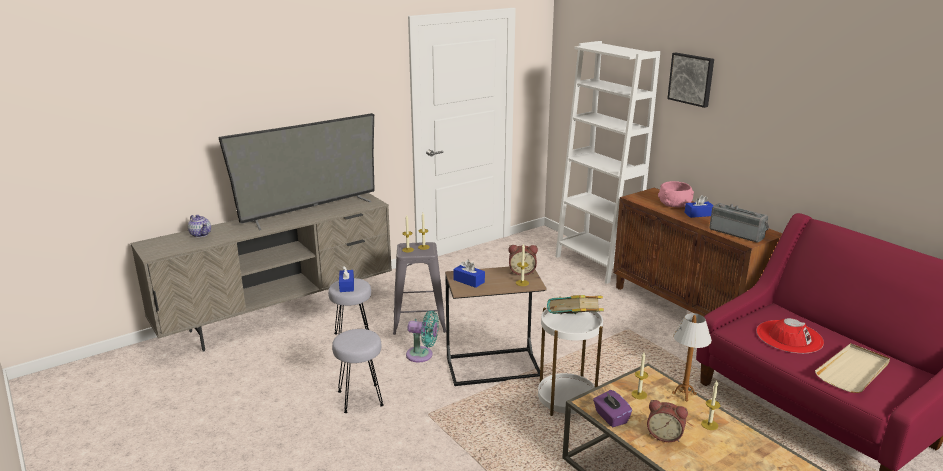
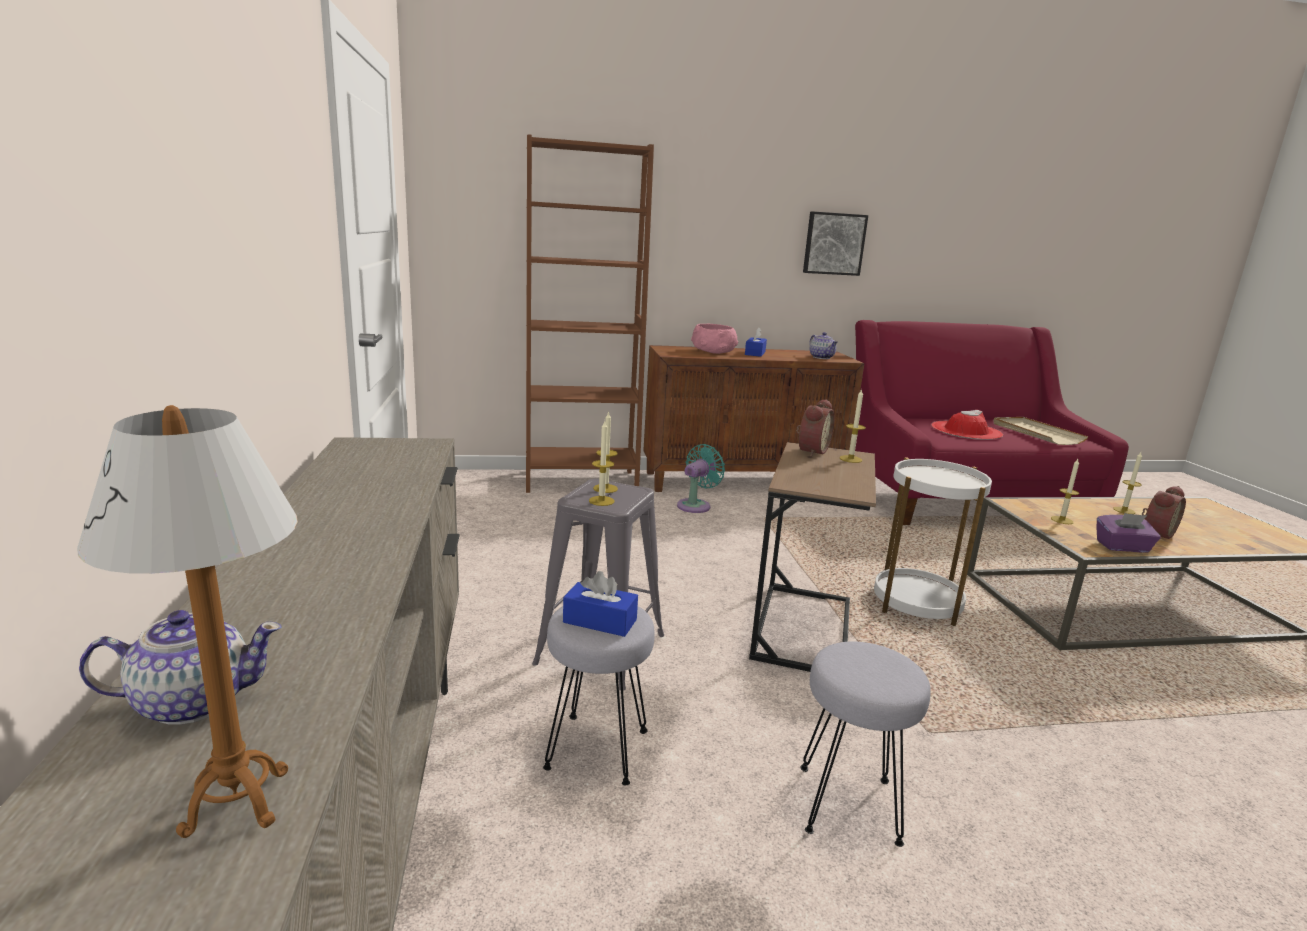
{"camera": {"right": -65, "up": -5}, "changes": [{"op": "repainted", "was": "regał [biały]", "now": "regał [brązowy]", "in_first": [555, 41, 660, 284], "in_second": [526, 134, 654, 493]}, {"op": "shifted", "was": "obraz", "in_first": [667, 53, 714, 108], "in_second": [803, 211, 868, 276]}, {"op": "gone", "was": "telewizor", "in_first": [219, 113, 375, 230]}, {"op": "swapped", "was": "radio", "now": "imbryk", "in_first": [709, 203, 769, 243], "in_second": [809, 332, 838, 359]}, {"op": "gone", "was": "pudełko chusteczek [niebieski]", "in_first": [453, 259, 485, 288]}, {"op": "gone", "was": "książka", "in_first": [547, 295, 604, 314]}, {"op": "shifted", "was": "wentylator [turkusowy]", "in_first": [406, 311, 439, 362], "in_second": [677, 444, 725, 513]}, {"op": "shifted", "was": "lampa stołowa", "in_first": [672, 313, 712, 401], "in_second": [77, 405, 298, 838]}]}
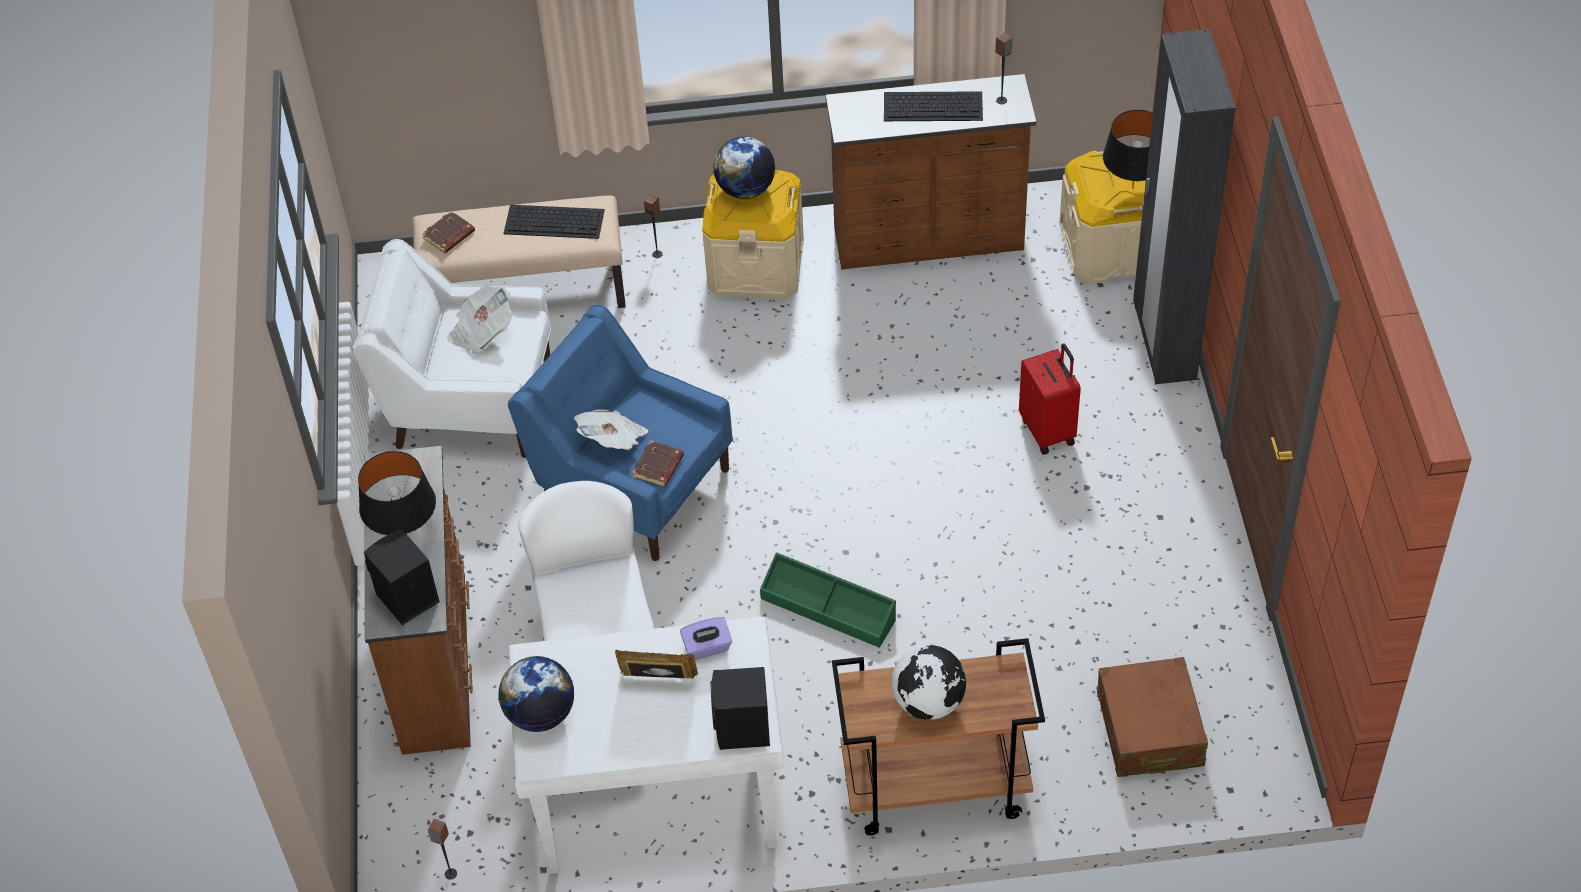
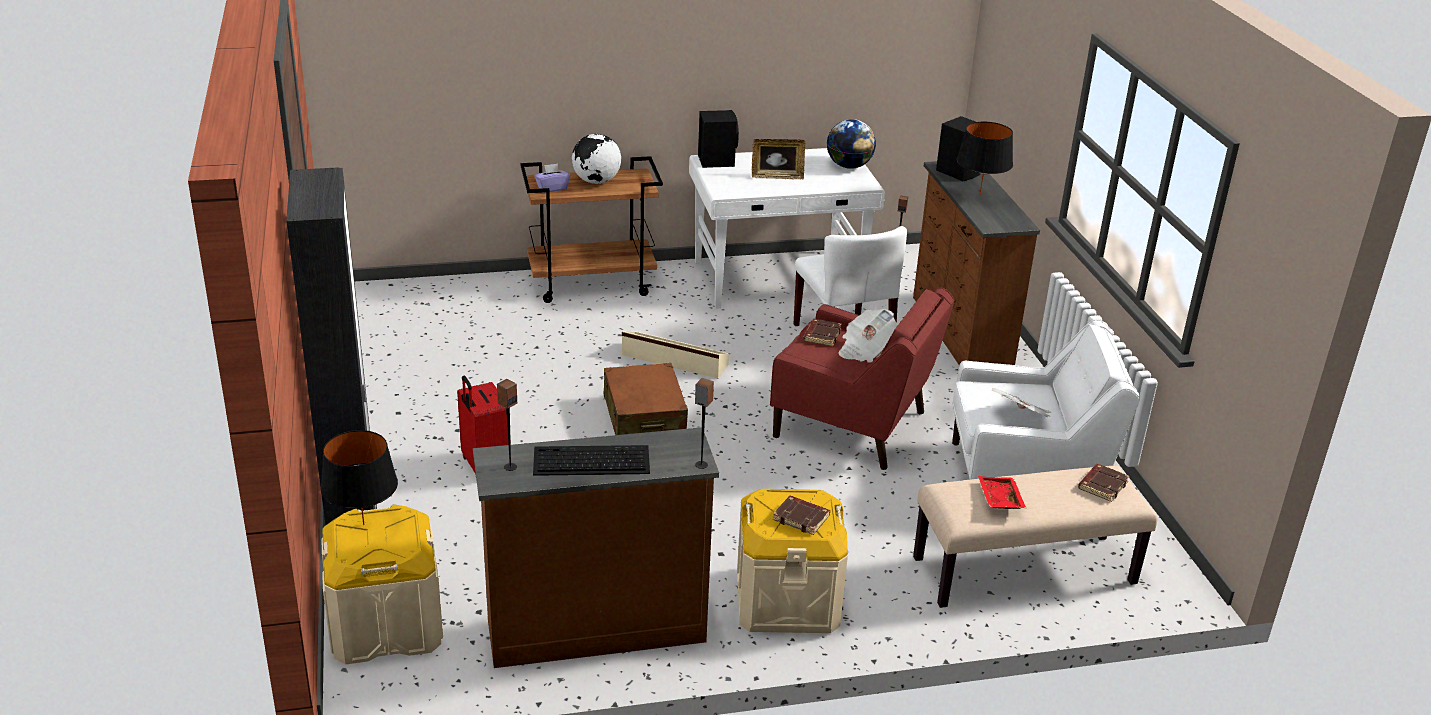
{"camera": {"right": 170, "up": -20}, "changes": [{"op": "swapped", "was": "globus", "now": "książka [brązowy]", "in_first": [713, 137, 775, 199], "in_second": [773, 495, 830, 535]}, {"op": "shifted", "was": "głośnik", "in_first": [644, 194, 663, 258], "in_second": [695, 378, 714, 469]}, {"op": "swapped", "was": "klawiatura", "now": "taca [czerwony]", "in_first": [503, 205, 605, 239], "in_second": [978, 476, 1026, 509]}, {"op": "repainted", "was": "fotel [niebieski]", "now": "fotel [czerwony]", "in_first": [508, 305, 733, 561], "in_second": [770, 288, 954, 470]}, {"op": "repainted", "was": "pojemnik do przechowywania [zielony]", "now": "pojemnik do przechowywania [beżowy]", "in_first": [760, 552, 896, 648], "in_second": [622, 331, 729, 378]}, {"op": "shifted", "was": "pudełko chusteczek [fioletowy]", "in_first": [680, 617, 732, 660], "in_second": [534, 163, 570, 193]}, {"op": "shifted", "was": "walizka [brązowy]", "in_first": [1097, 657, 1208, 777], "in_second": [604, 363, 688, 435]}]}
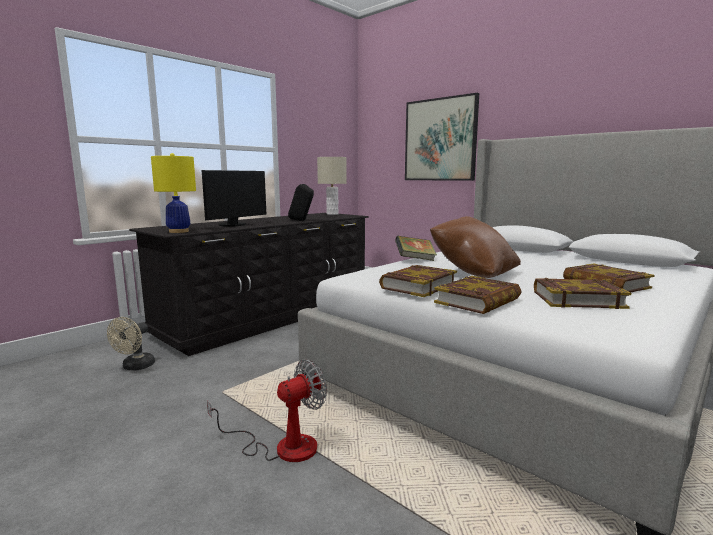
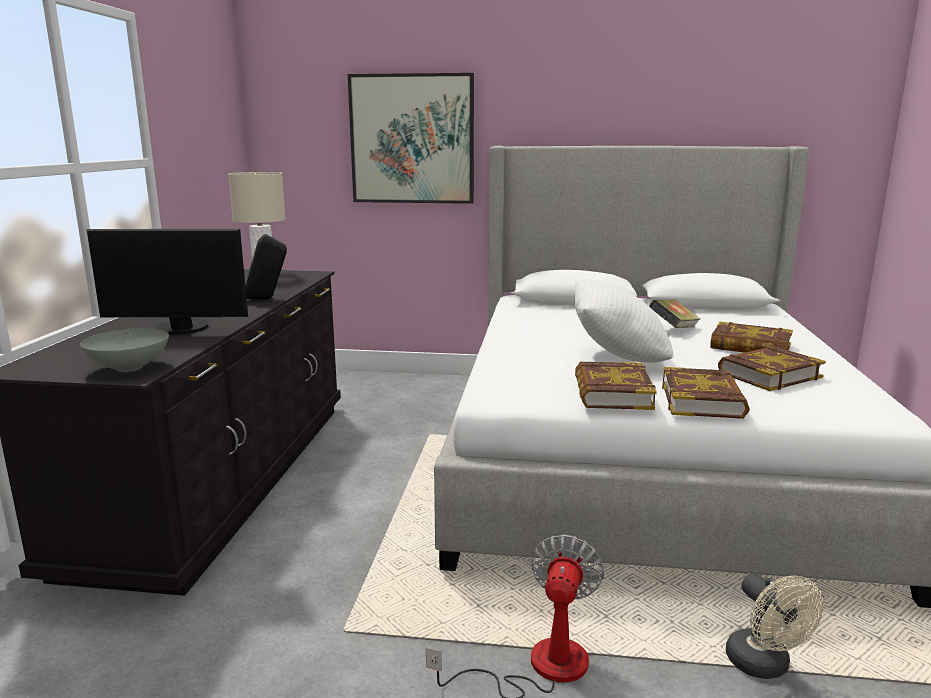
{"camera": {"right": -35, "up": 5}, "changes": [{"op": "swapped", "was": "lampa stołowa [żółty]", "now": "miska [szary]", "in_first": [151, 153, 196, 233], "in_second": [80, 328, 169, 372]}, {"op": "rotated", "was": "monitor", "in_first": [202, 170, 266, 226], "in_second": [87, 229, 248, 335], "clockwise": 90}, {"op": "repainted", "was": "poduszka [brązowy]", "now": "poduszka [biały]", "in_first": [430, 216, 521, 278], "in_second": [574, 279, 673, 363]}, {"op": "shifted", "was": "książka", "in_first": [395, 235, 437, 261], "in_second": [649, 300, 701, 328]}, {"op": "shifted", "was": "wentylator [beżowy]", "in_first": [107, 317, 155, 370], "in_second": [726, 573, 824, 679]}]}
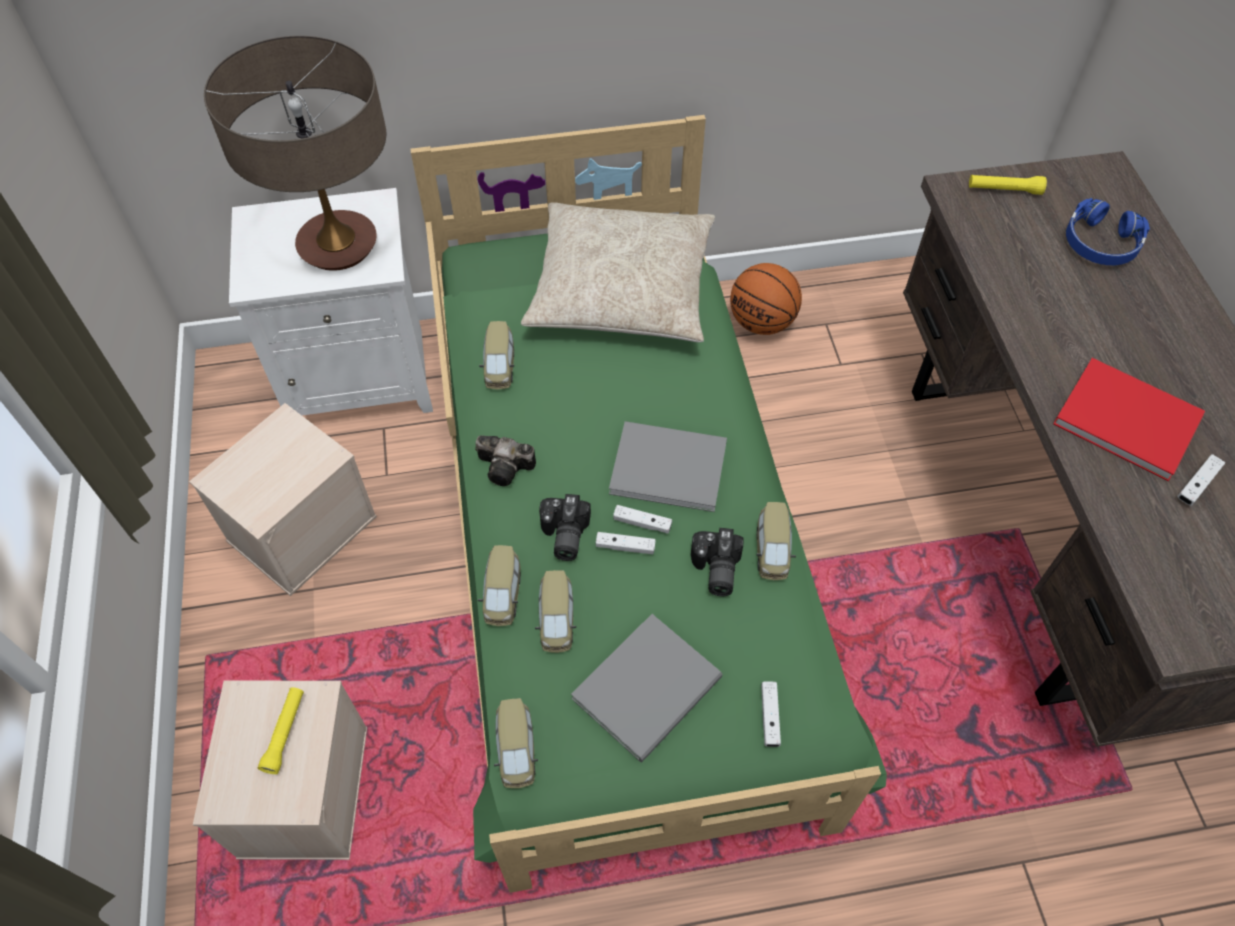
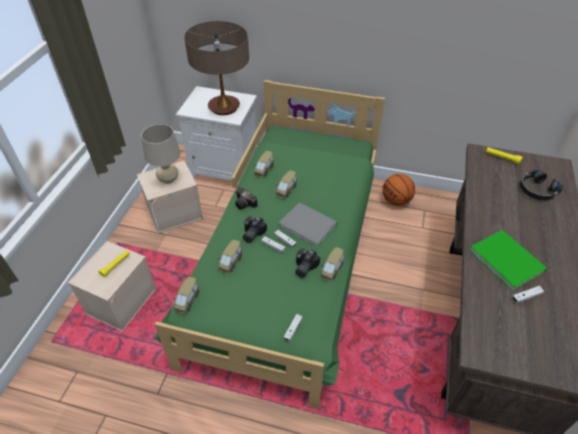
{"camera": {"right": 25, "up": -10}, "changes": [{"op": "repainted", "was": "słuchawki [niebieski]", "now": "słuchawki [czarny]", "in_first": [1066, 198, 1150, 265], "in_second": [520, 170, 563, 201]}, {"op": "gone", "was": "poduszka [beżowy]", "in_first": [521, 202, 715, 342]}, {"op": "repainted", "was": "książka [czerwony]", "now": "książka [zielony]", "in_first": [1053, 358, 1205, 481], "in_second": [470, 230, 547, 291]}, {"op": "shifted", "was": "samochodzik", "in_first": [478, 545, 521, 626], "in_second": [276, 170, 297, 198]}, {"op": "gone", "was": "książka [szary]", "in_first": [571, 614, 722, 762]}, {"op": "new", "now": "lampa stołowa [beżowy]", "in_second": [141, 124, 181, 184]}]}
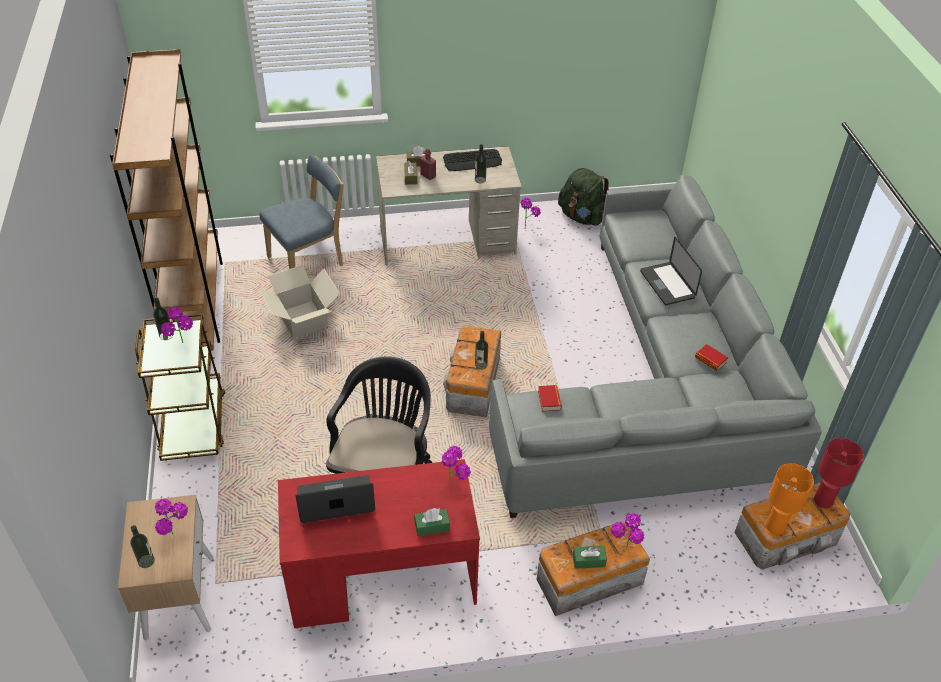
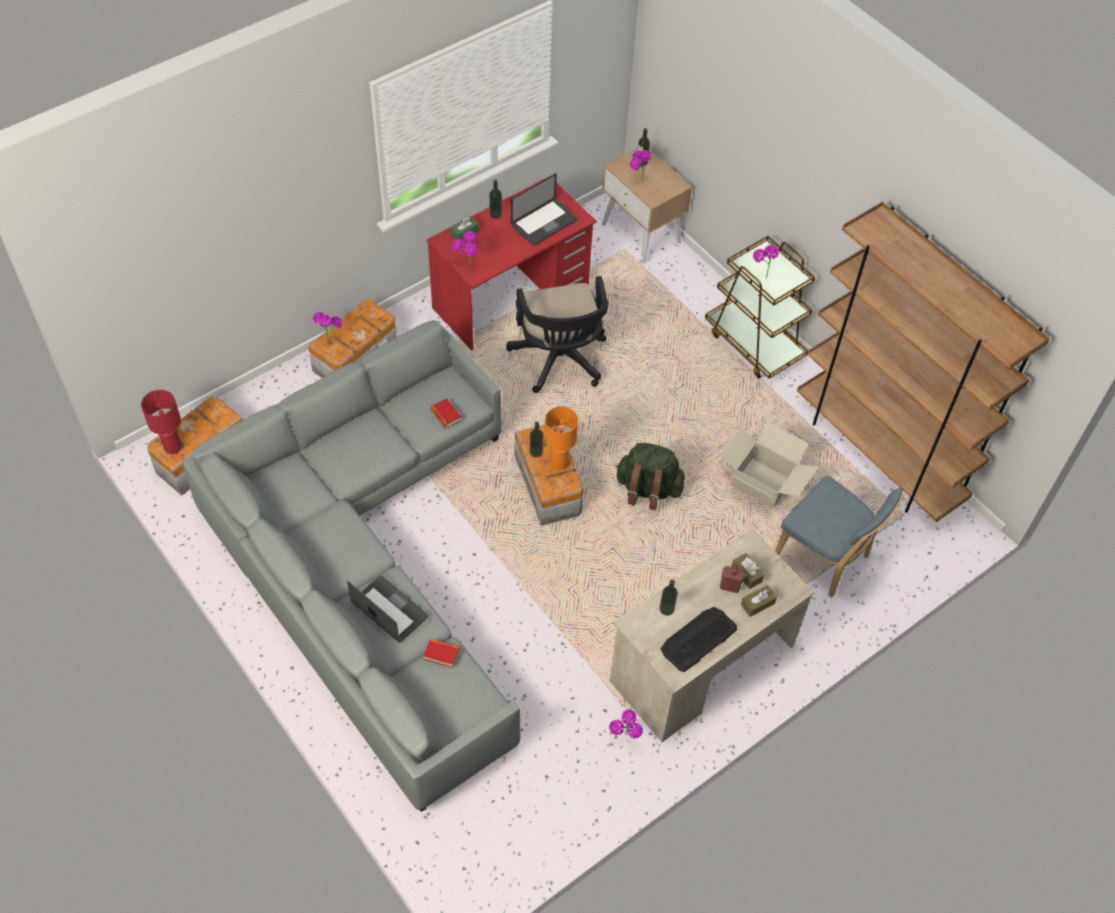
{"camera": {"right": 150, "up": 10}, "changes": [{"op": "rotated", "was": "krzesło [niebieski]", "in_first": [260, 154, 344, 269], "in_second": [775, 476, 906, 598], "clockwise": -75}, {"op": "shifted", "was": "plecak [zielony]", "in_first": [558, 168, 609, 226], "in_second": [616, 443, 685, 510]}, {"op": "shifted", "was": "butelka", "in_first": [153, 297, 173, 340], "in_second": [489, 180, 502, 219]}, {"op": "shifted", "was": "książka", "in_first": [695, 344, 728, 371], "in_second": [424, 639, 460, 668]}, {"op": "shifted", "was": "lampa stołowa [pomarańczowy]", "in_first": [766, 463, 814, 535], "in_second": [544, 406, 578, 470]}, {"op": "gone", "was": "pudełko chusteczek [zielony]", "in_first": [573, 546, 607, 569]}]}
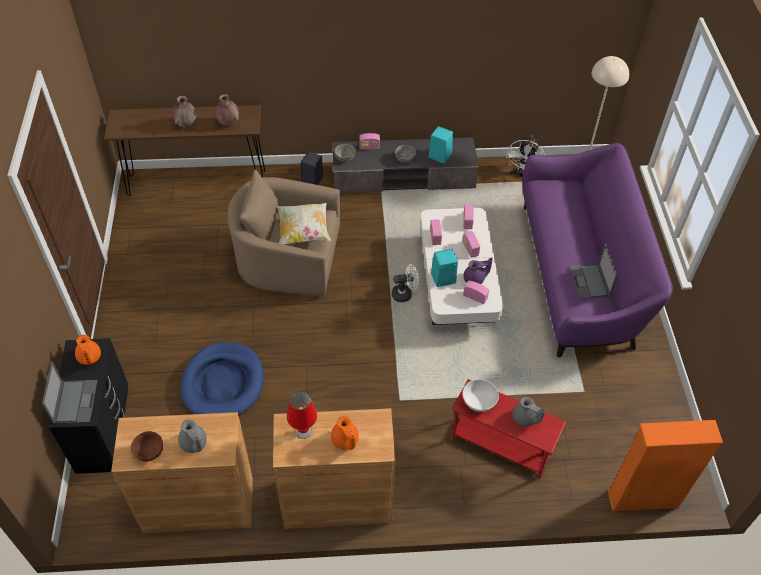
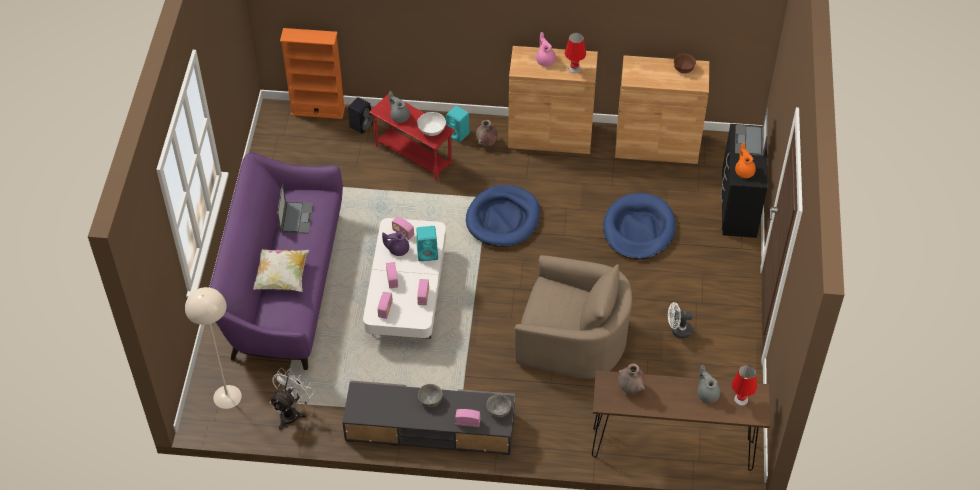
{"camera": {"right": -170, "up": 0}, "changes": [{"op": "shifted", "was": "wazon [brązowy]", "in_first": [172, 96, 196, 128], "in_second": [476, 120, 498, 146]}, {"op": "shifted", "was": "głośnik [turkusowy]", "in_first": [429, 126, 453, 164], "in_second": [446, 106, 470, 142]}, {"op": "shifted", "was": "głośnik [czarny]", "in_first": [300, 152, 323, 185], "in_second": [348, 97, 373, 134]}, {"op": "shifted", "was": "poduszka", "in_first": [277, 203, 331, 244], "in_second": [253, 249, 309, 292]}, {"op": "shifted", "was": "wentylator [biały]", "in_first": [392, 264, 419, 302], "in_second": [668, 302, 693, 339]}, {"op": "repainted", "was": "imbryk [pomarańczowy]", "now": "imbryk [różowy]", "in_first": [331, 416, 359, 450], "in_second": [536, 32, 556, 67]}, {"op": "shifted", "was": "imbryk [szary]", "in_first": [178, 420, 207, 453], "in_second": [697, 365, 720, 403]}, {"op": "new", "now": "legowisko [niebieski]", "in_second": [466, 185, 540, 247]}, {"op": "new", "now": "lampa stołowa [czerwony]", "in_second": [732, 365, 757, 406]}]}
